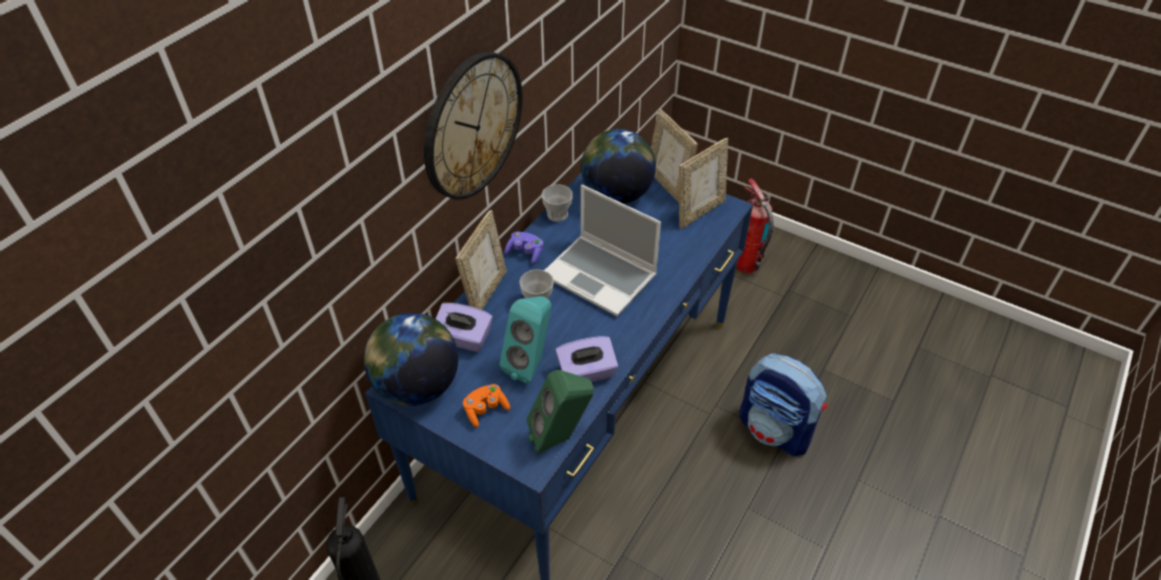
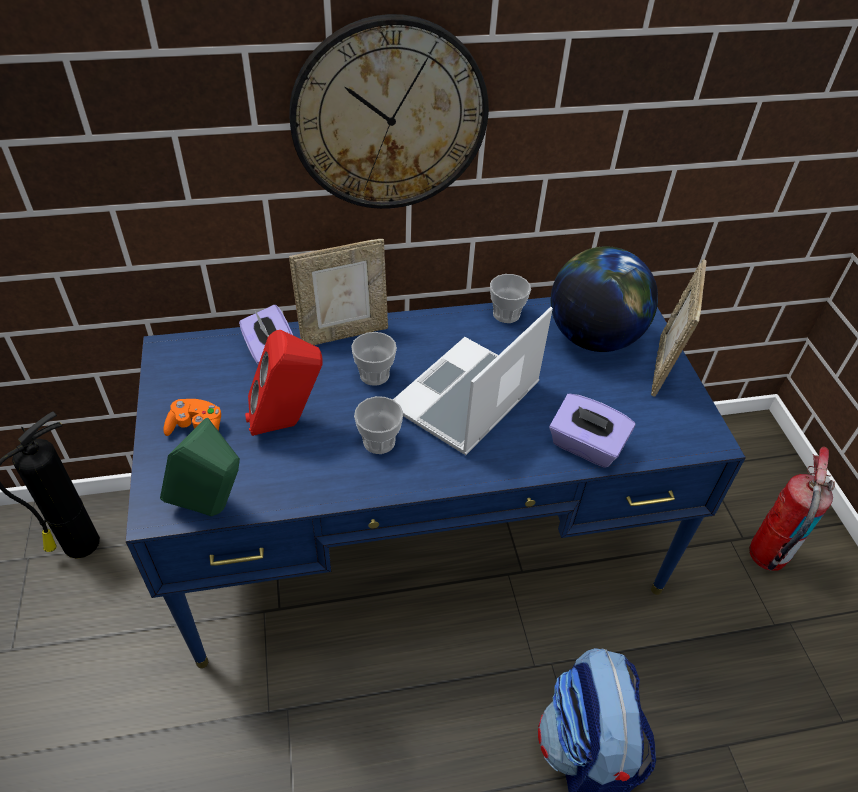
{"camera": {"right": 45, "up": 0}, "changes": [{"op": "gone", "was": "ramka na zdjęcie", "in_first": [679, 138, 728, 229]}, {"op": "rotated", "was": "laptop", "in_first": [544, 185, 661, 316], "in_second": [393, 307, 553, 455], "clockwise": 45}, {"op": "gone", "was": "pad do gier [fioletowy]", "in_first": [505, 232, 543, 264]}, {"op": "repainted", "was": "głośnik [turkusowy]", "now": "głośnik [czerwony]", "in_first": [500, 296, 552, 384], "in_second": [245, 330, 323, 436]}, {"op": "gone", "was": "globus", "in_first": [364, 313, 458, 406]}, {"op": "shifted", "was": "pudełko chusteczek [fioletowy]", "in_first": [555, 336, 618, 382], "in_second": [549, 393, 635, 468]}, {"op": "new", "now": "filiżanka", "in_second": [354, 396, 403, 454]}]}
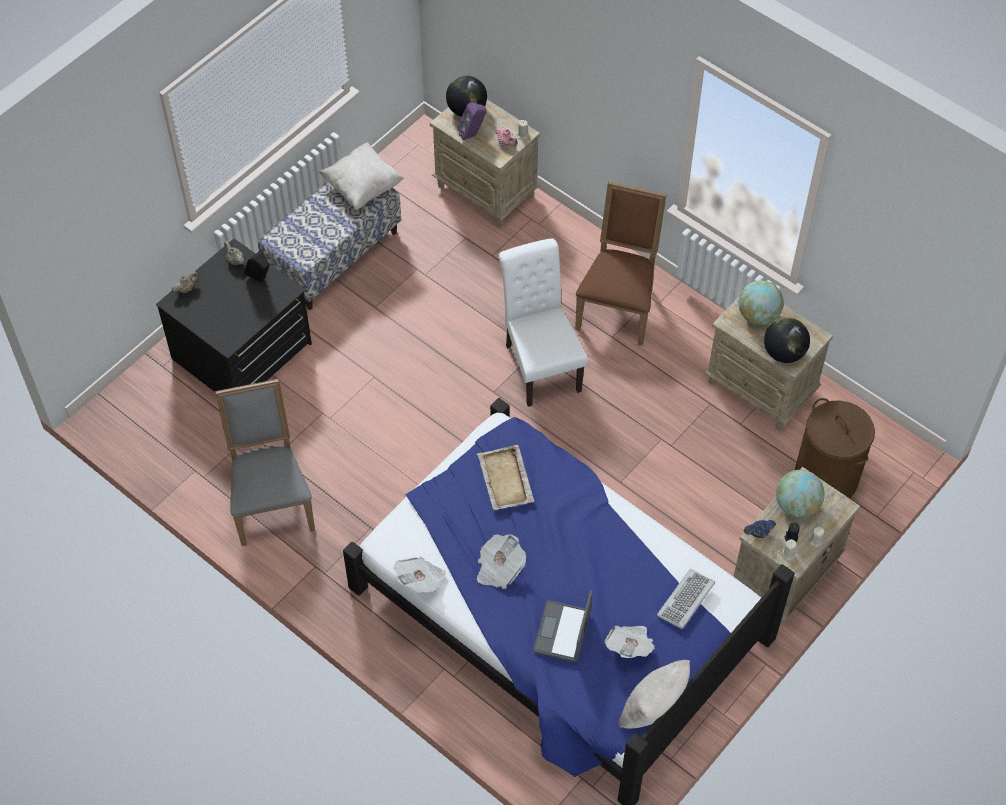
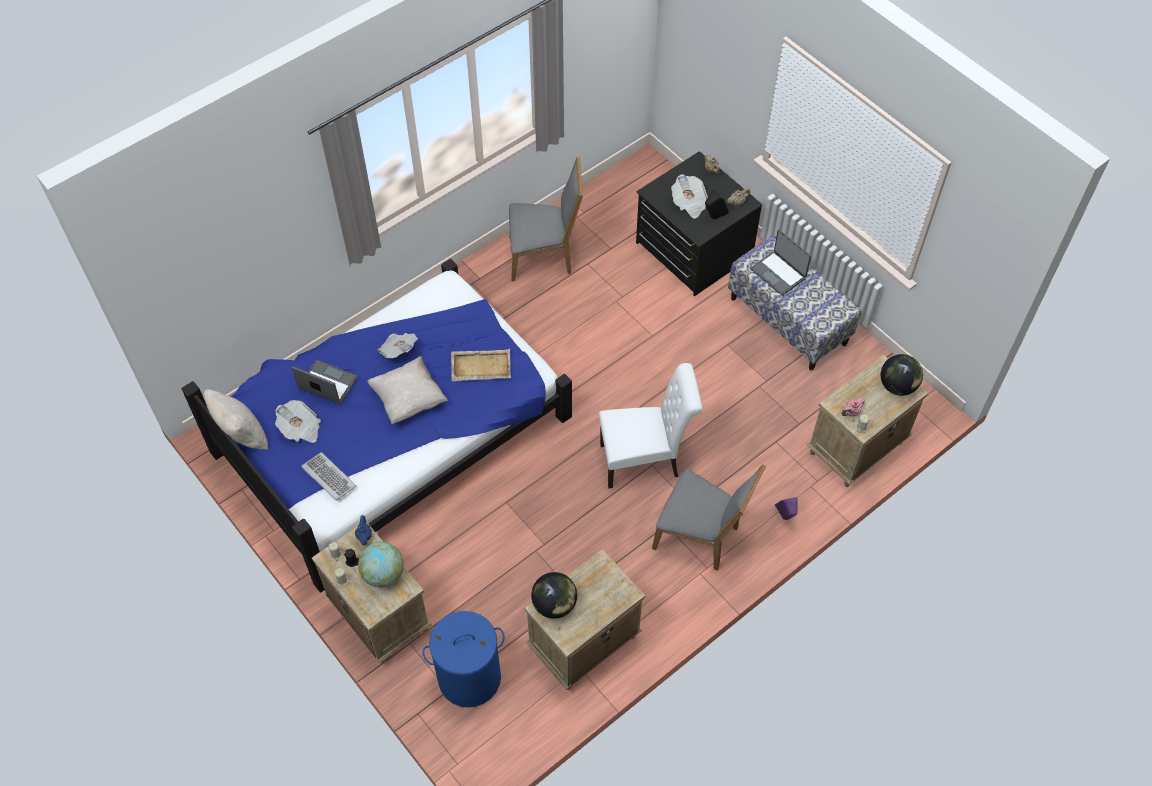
{"camera": {"right": 100, "up": 0}, "changes": [{"op": "shifted", "was": "głośnik [fioletowy]", "in_first": [457, 102, 487, 141], "in_second": [775, 497, 798, 520]}, {"op": "shifted", "was": "poduszka [beżowy]", "in_first": [319, 142, 404, 210], "in_second": [367, 356, 448, 424]}, {"op": "repainted", "was": "krzesło [brązowy]", "now": "krzesło [szary]", "in_first": [575, 182, 666, 346], "in_second": [652, 464, 766, 571]}, {"op": "gone", "was": "globus", "in_first": [738, 280, 784, 325]}, {"op": "repainted", "was": "kosz na pranie [brązowy]", "now": "kosz na pranie [niebieski]", "in_first": [795, 398, 875, 498], "in_second": [422, 611, 505, 707]}, {"op": "shifted", "was": "gazeta", "in_first": [393, 557, 446, 593], "in_second": [671, 174, 708, 218]}, {"op": "new", "now": "laptop", "in_second": [751, 229, 811, 296]}]}
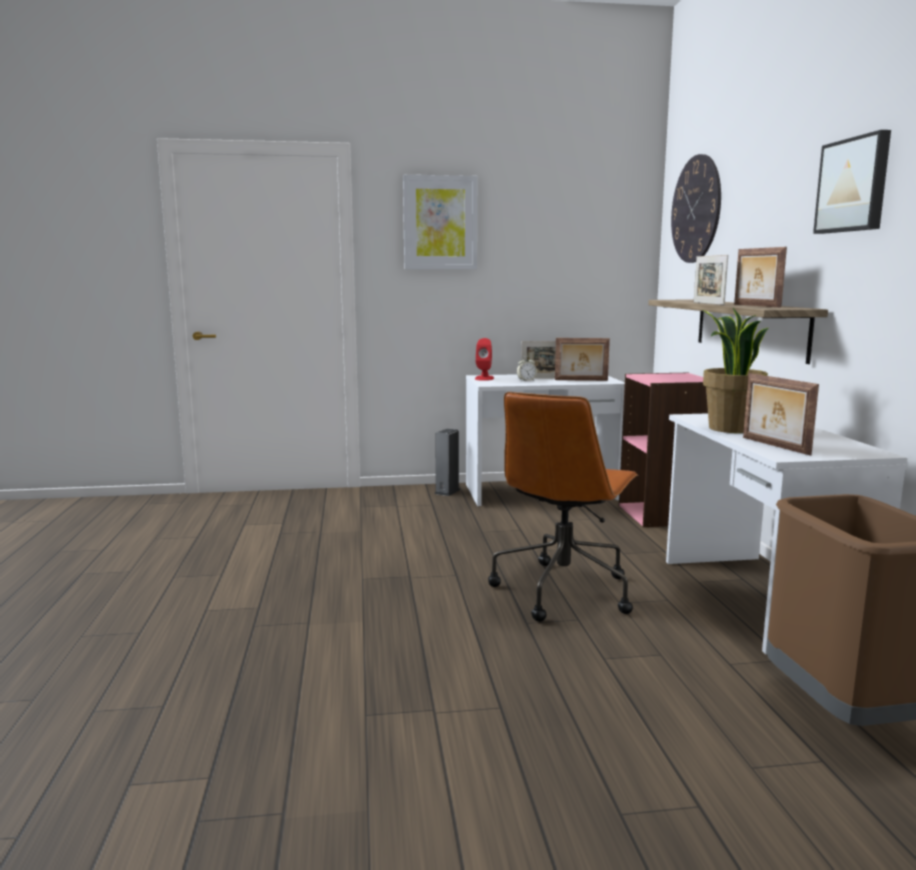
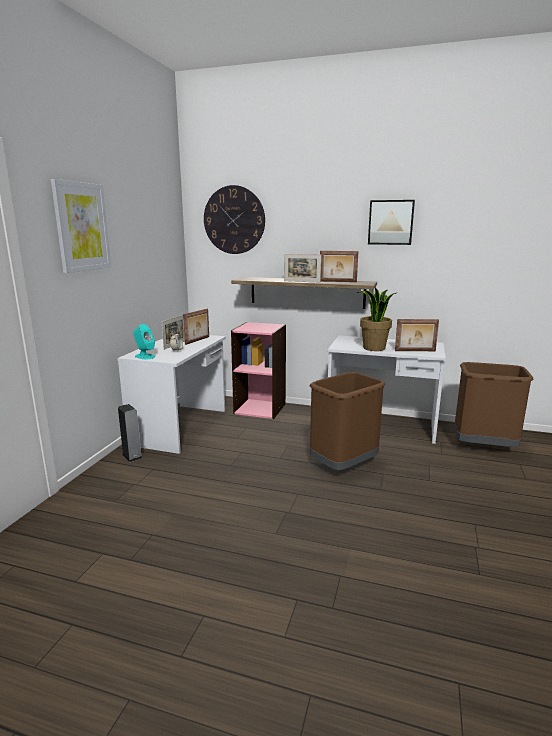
{"camera": {"right": -65, "up": 5}, "changes": [{"op": "repainted", "was": "głośnik [czerwony]", "now": "głośnik [turkusowy]", "in_first": [475, 338, 494, 381], "in_second": [133, 324, 155, 359]}, {"op": "swapped", "was": "krzesło biurowe [brązowy]", "now": "kosz na śmieci [brązowy]", "in_first": [488, 392, 638, 622], "in_second": [310, 372, 386, 470]}]}
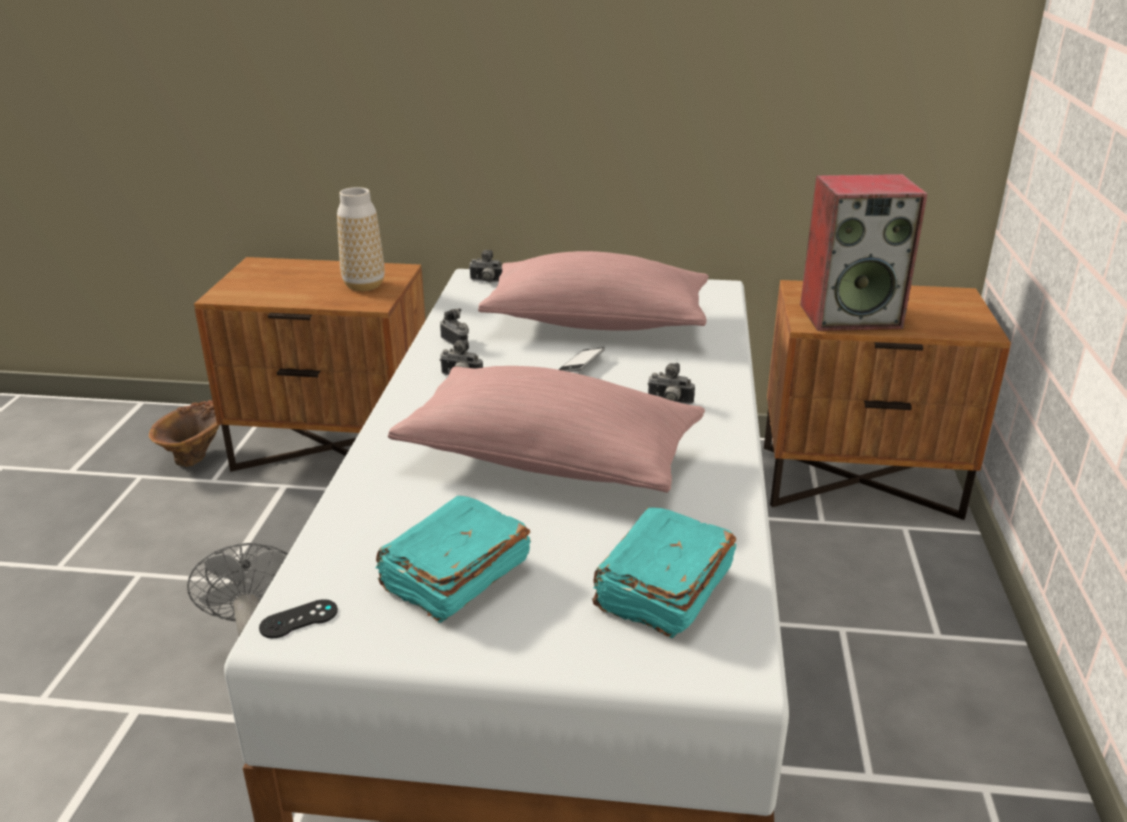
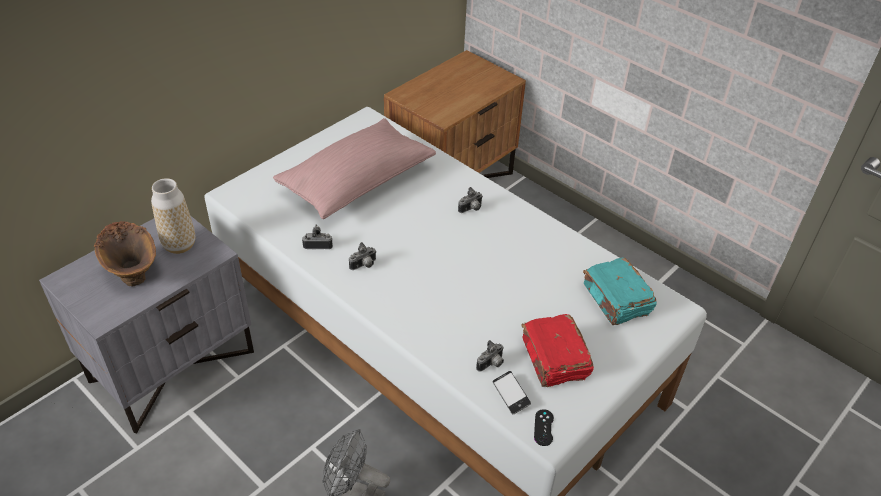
{"camera": {"right": -55, "up": 15}, "changes": [{"op": "gone", "was": "głośnik", "in_first": [800, 174, 927, 331]}, {"op": "shifted", "was": "aparat fotograficzny", "in_first": [469, 250, 502, 282], "in_second": [476, 340, 504, 372]}, {"op": "repainted", "was": "szafka nocna [brązowy]", "now": "szafka nocna [szary]", "in_first": [194, 257, 425, 472], "in_second": [39, 216, 254, 434]}, {"op": "shifted", "was": "telefon", "in_first": [558, 347, 605, 372], "in_second": [493, 371, 531, 414]}, {"op": "gone", "was": "poduszka [różowy]", "in_first": [388, 366, 705, 493]}, {"op": "shifted", "was": "wazon [brązowy]", "in_first": [149, 400, 220, 467], "in_second": [94, 221, 156, 287]}, {"op": "repainted", "was": "książka [turkusowy]", "now": "książka [czerwony]", "in_first": [375, 496, 531, 623], "in_second": [521, 314, 594, 387]}]}
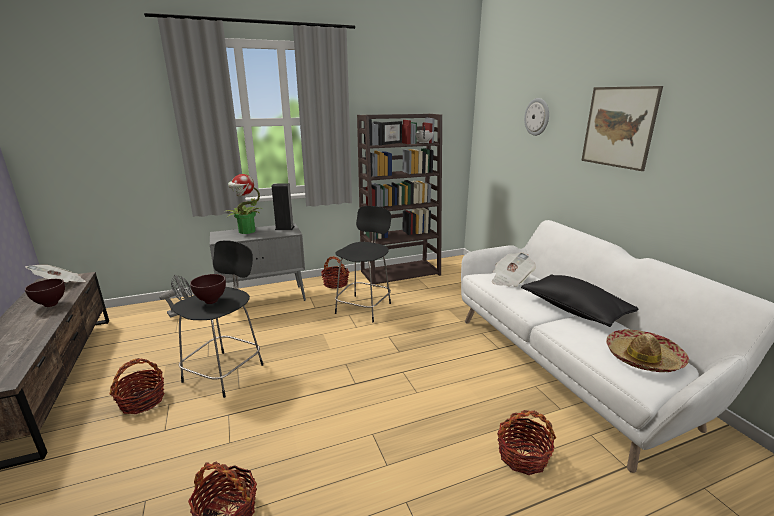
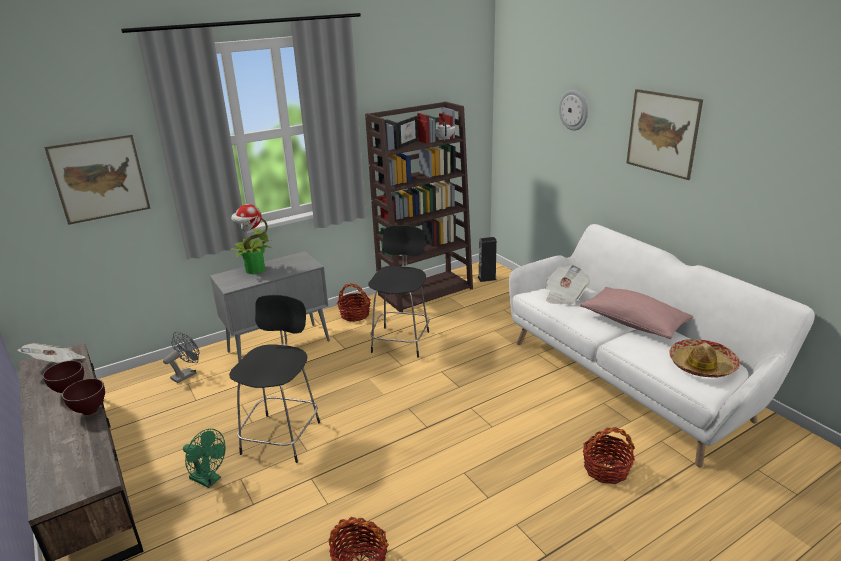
{"camera": {"right": -10, "up": 5}, "changes": [{"op": "shifted", "was": "głośnik", "in_first": [272, 183, 295, 230], "in_second": [478, 237, 497, 282]}, {"op": "shifted", "was": "miska [brązowy]", "in_first": [190, 274, 226, 304], "in_second": [62, 378, 105, 415]}, {"op": "repainted", "was": "poduszka [czarny]", "now": "poduszka [różowy]", "in_first": [521, 274, 638, 327], "in_second": [580, 287, 693, 339]}, {"op": "swapped", "was": "koszyk", "now": "wentylator [zielony]", "in_first": [110, 358, 164, 414], "in_second": [183, 429, 226, 488]}, {"op": "new", "now": "obraz", "in_second": [44, 134, 151, 225]}]}
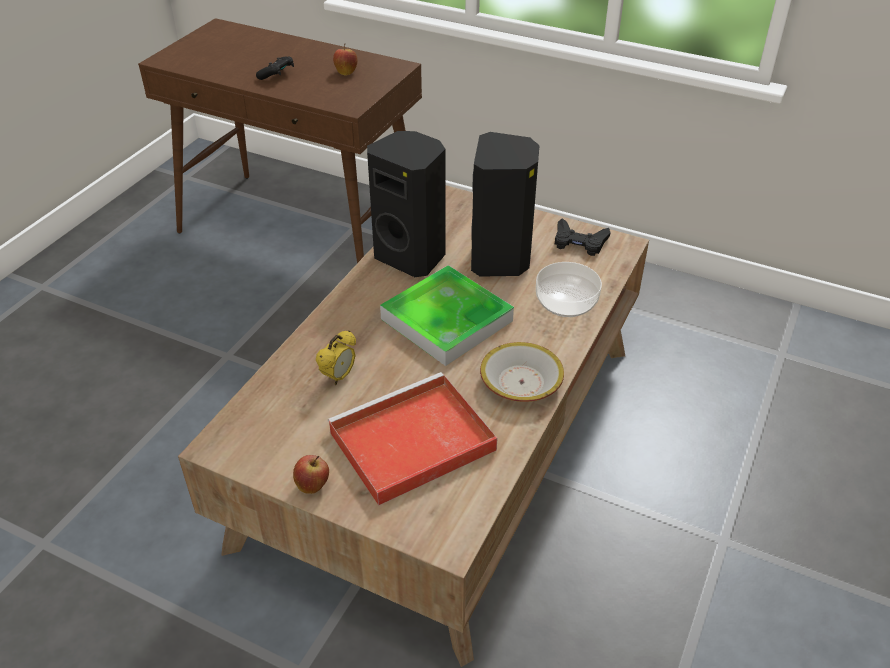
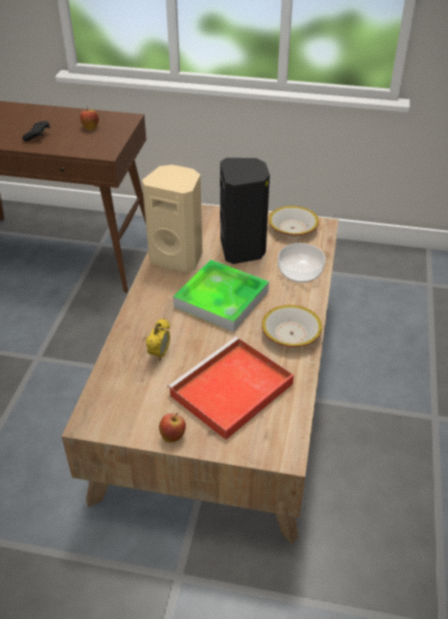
{"camera": {"right": -15, "up": 0}, "changes": [{"op": "repainted", "was": "głośnik [czarny]", "now": "głośnik [beżowy]", "in_first": [367, 131, 446, 277], "in_second": [142, 165, 202, 272]}, {"op": "swapped", "was": "pad do gier [czarny]", "now": "miska", "in_first": [555, 219, 611, 256], "in_second": [268, 206, 319, 237]}]}
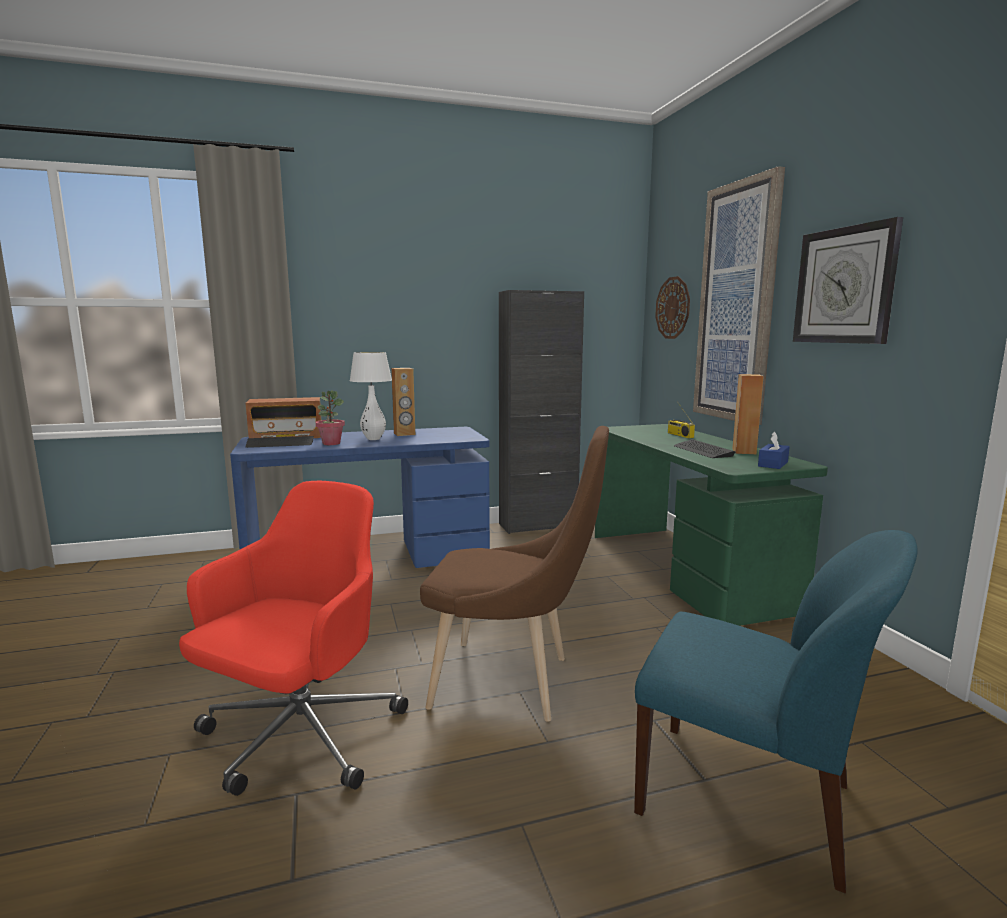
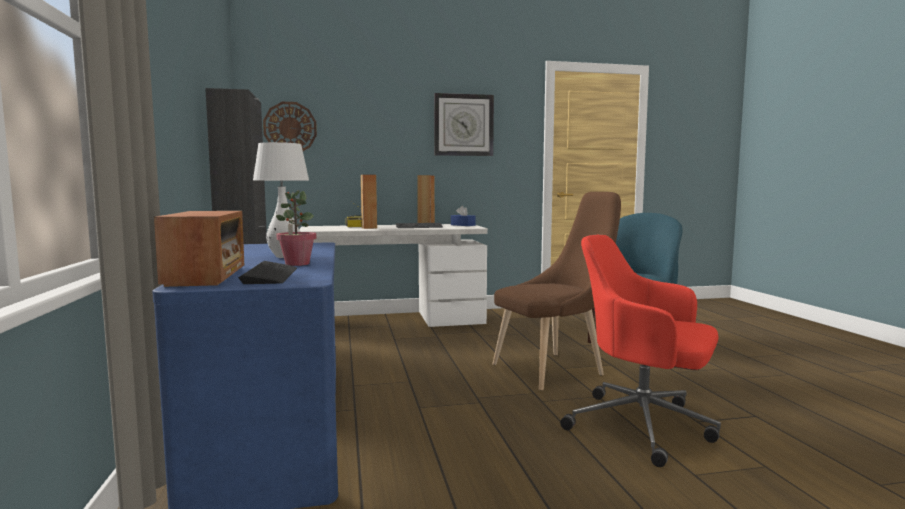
{"camera": {"right": -85, "up": -5}, "changes": [{"op": "gone", "was": "obraz", "in_first": [693, 166, 785, 425]}, {"op": "shifted", "was": "głośnik [brązowy]", "in_first": [391, 368, 415, 436], "in_second": [361, 175, 377, 229]}, {"op": "repainted", "was": "biurko [zielony]", "now": "biurko [biały]", "in_first": [595, 424, 828, 626], "in_second": [299, 224, 488, 327]}, {"op": "rotated", "was": "krzesło [brązowy]", "in_first": [420, 426, 609, 722], "in_second": [492, 192, 621, 391], "clockwise": 45}]}
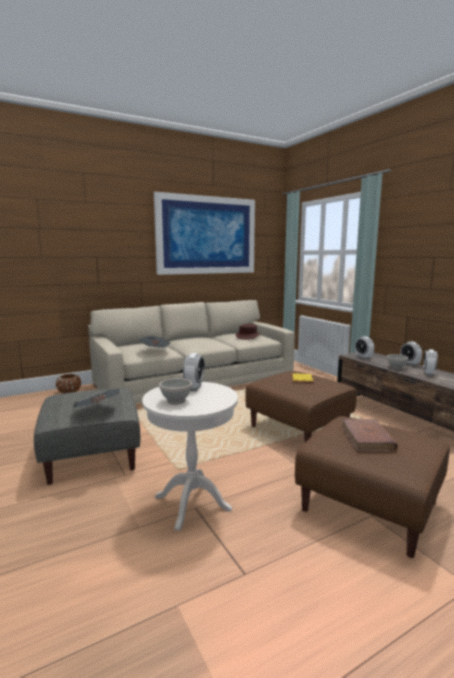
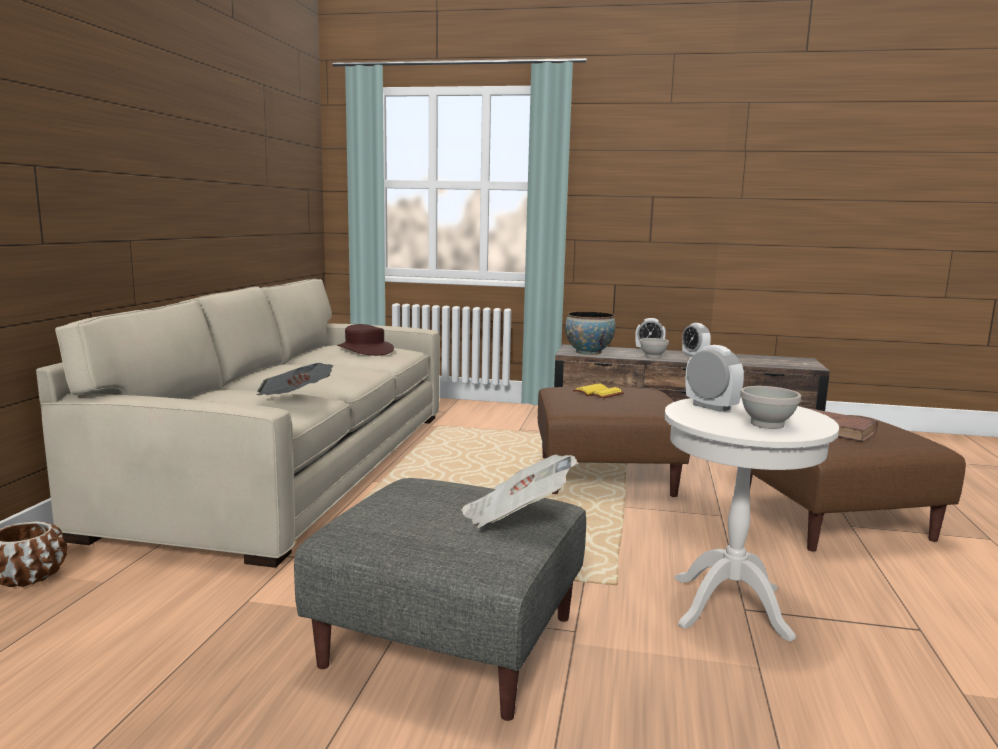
{"camera": {"right": -50, "up": 0}, "changes": [{"op": "gone", "was": "obraz", "in_first": [154, 192, 255, 275]}, {"op": "swapped", "was": "budzik", "now": "miska", "in_first": [355, 336, 374, 359], "in_second": [565, 311, 615, 355]}]}
